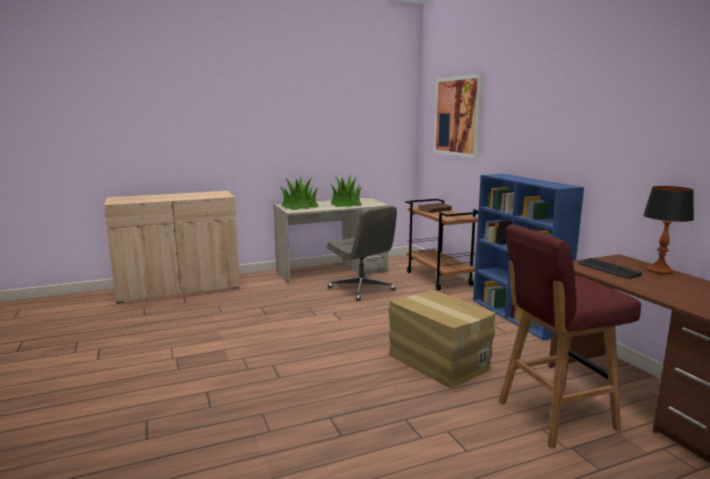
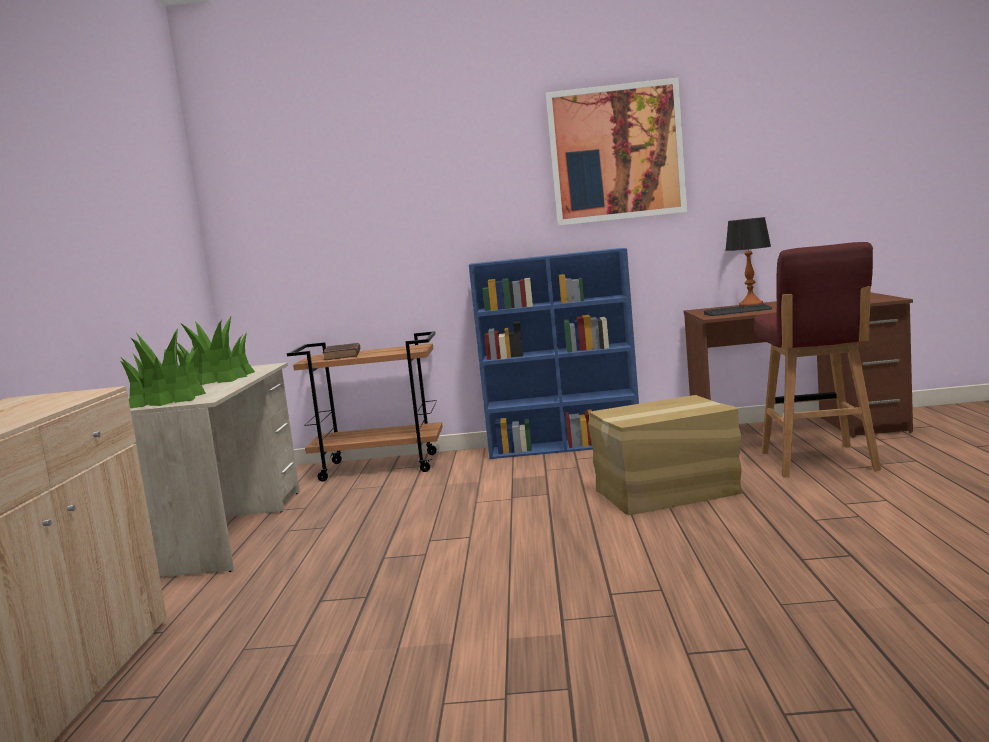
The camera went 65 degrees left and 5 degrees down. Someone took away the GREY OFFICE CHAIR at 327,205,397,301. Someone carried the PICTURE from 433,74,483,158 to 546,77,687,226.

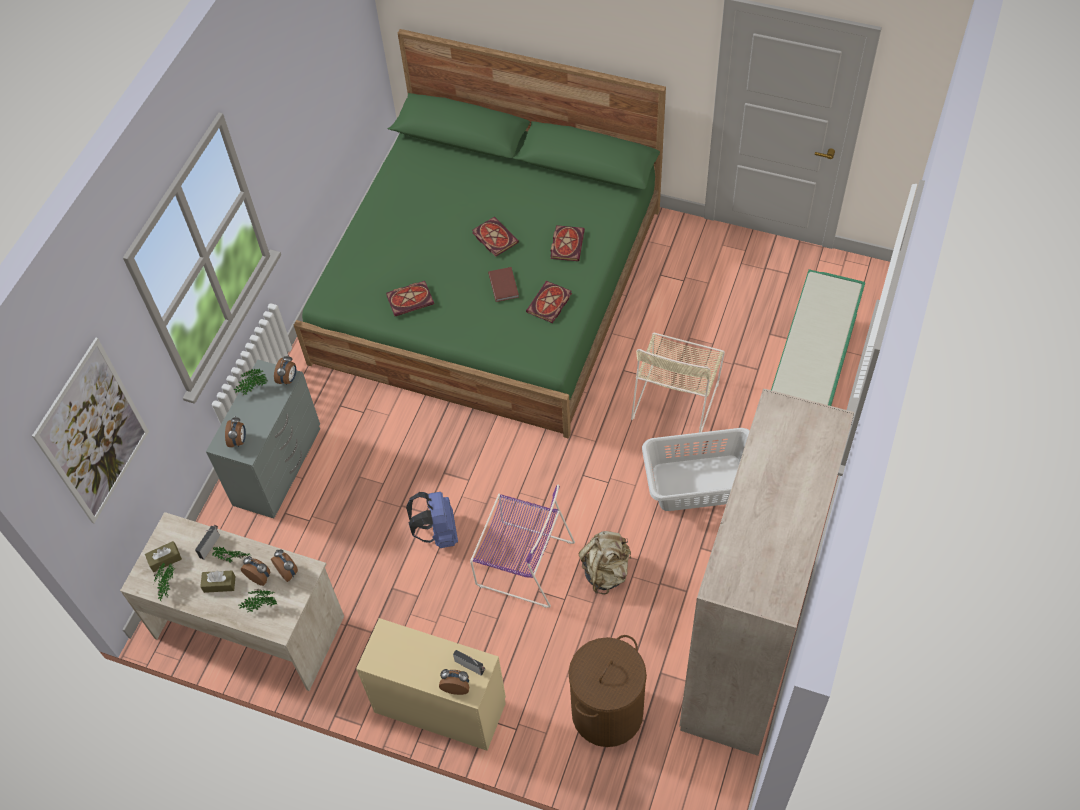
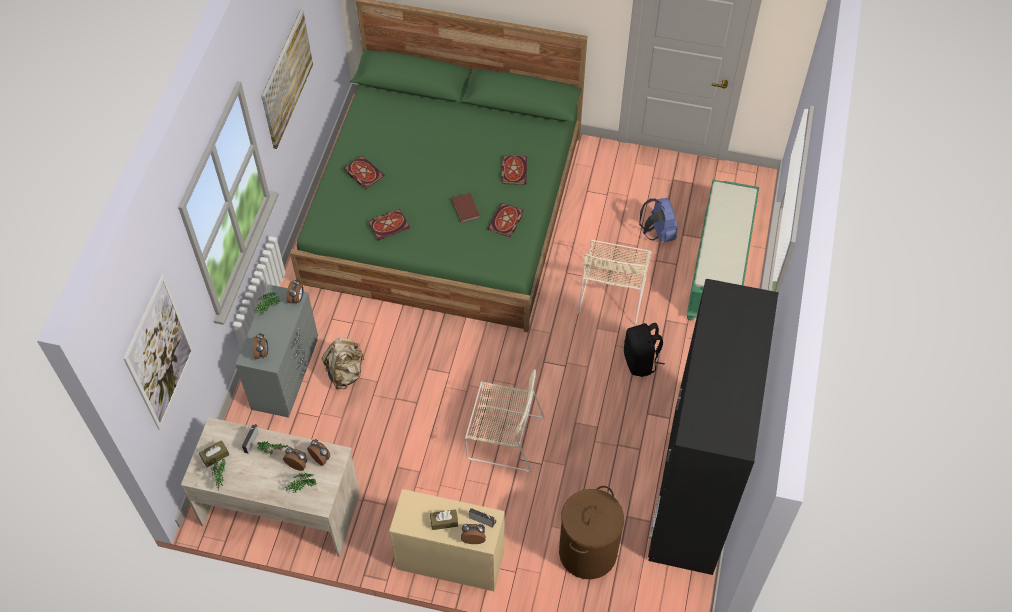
The camera went 10 degrees left and 0 degrees up. Someone carried the BROWN TISSUE BOX from 200,570,236,593 to 430,509,458,530. Someone carried the BLUE BACKPACK from 406,492,458,548 to 639,198,678,242. Someone repainted the PURPLE CHAIR at 470,485,575,608, which became the BEIGE CHAIR at 465,369,544,472. Someone carried the BOOK from 472,217,519,257 to 344,156,385,189. Someone carried the BEIGE BACKPACK from 579,531,631,595 to 322,338,364,389. Someone swapped the GREY LAUNDRY BASKET at 642,428,750,511 for the BLACK BACKPACK at 624,323,665,377. Someone repainted the BEIGE WARDROBE at 679,389,855,756, which became the BLACK WARDROBE at 648,279,779,575. Someone put up the PICTURE at 261,10,313,149.

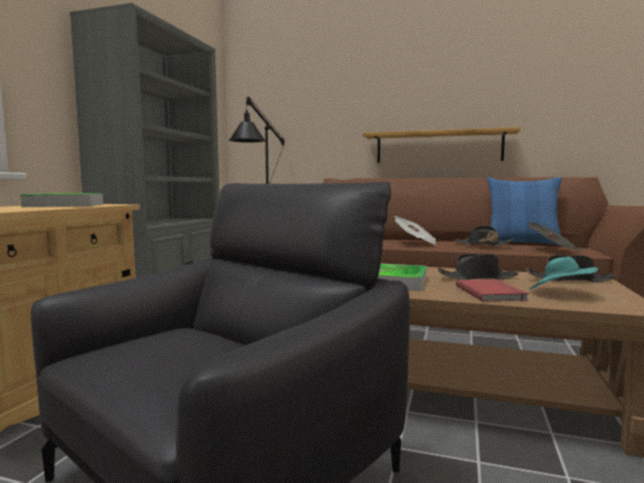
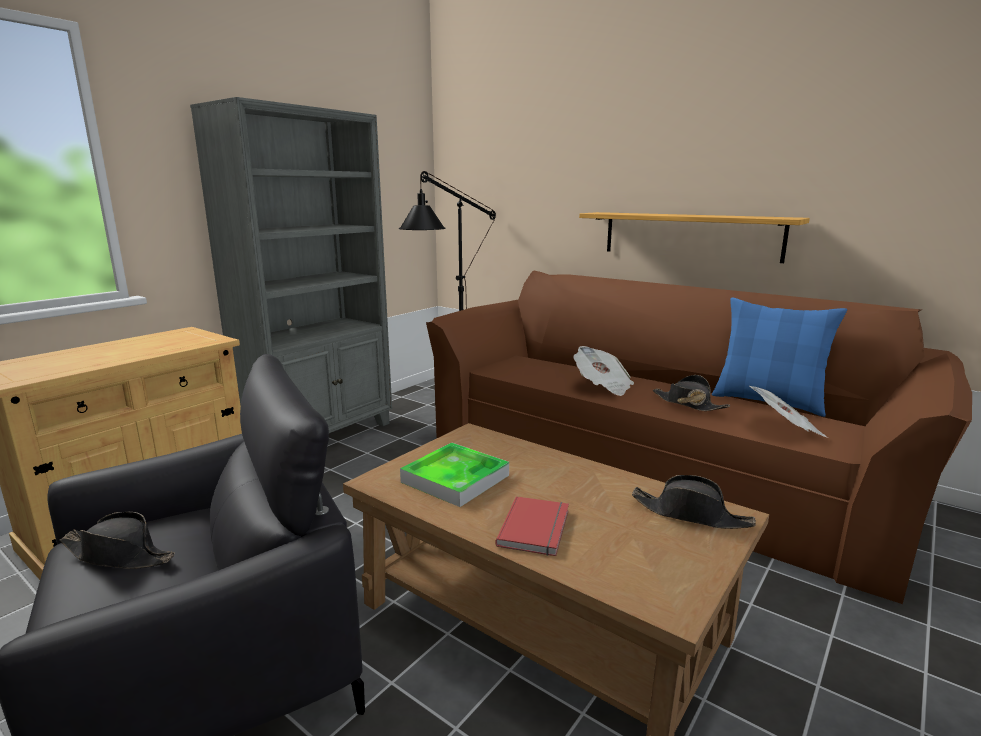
The camera went 20 degrees right and 10 degrees up. Someone took away the TRAY at 20,193,103,207. Someone carried the BLACK HAT from 437,254,518,280 to 60,512,175,569. Someone took away the TURQUOISE HAT at 530,257,598,290.

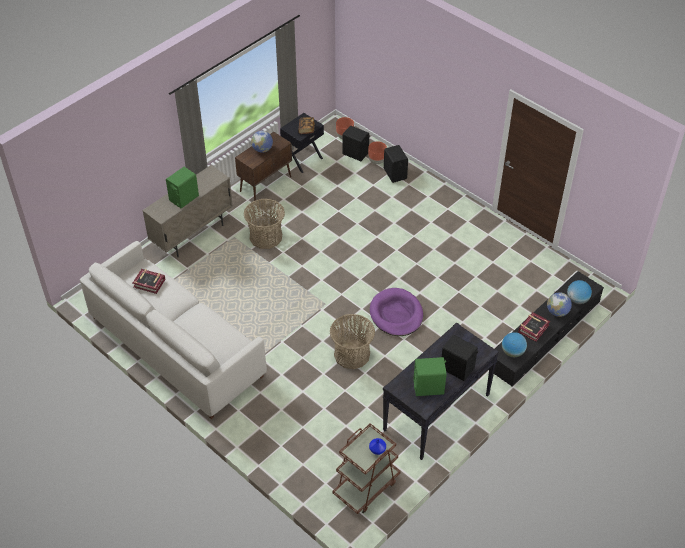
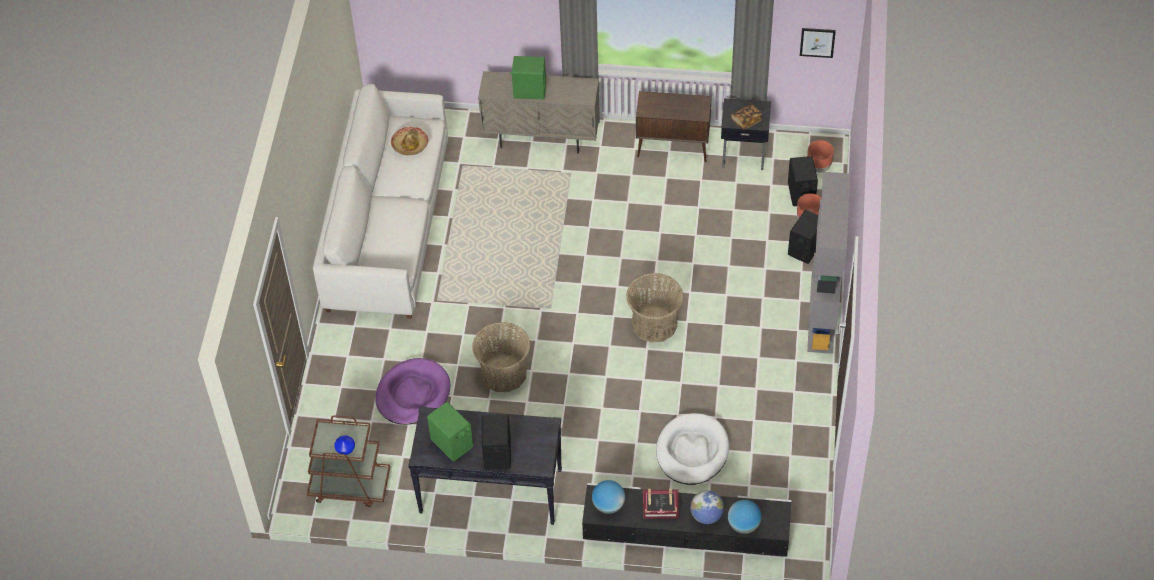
The camera went 55 degrees right and 5 degrees up. Someone swapped the BOOK at 132,269,166,294 for the HAT at 391,127,428,155. Someone carried the BASKET from 244,199,285,249 to 626,273,683,343. Someone took away the GLOBE at 251,131,273,153. Someone carried the PURPLE DOG BED from 370,288,423,336 to 375,358,450,425. Someone put down the WHITE DOG BED at 656,413,729,485. Someone put up the PICTURE at 800,28,836,58. Someone put down the GREY BOOKCASE at 807,172,850,354.

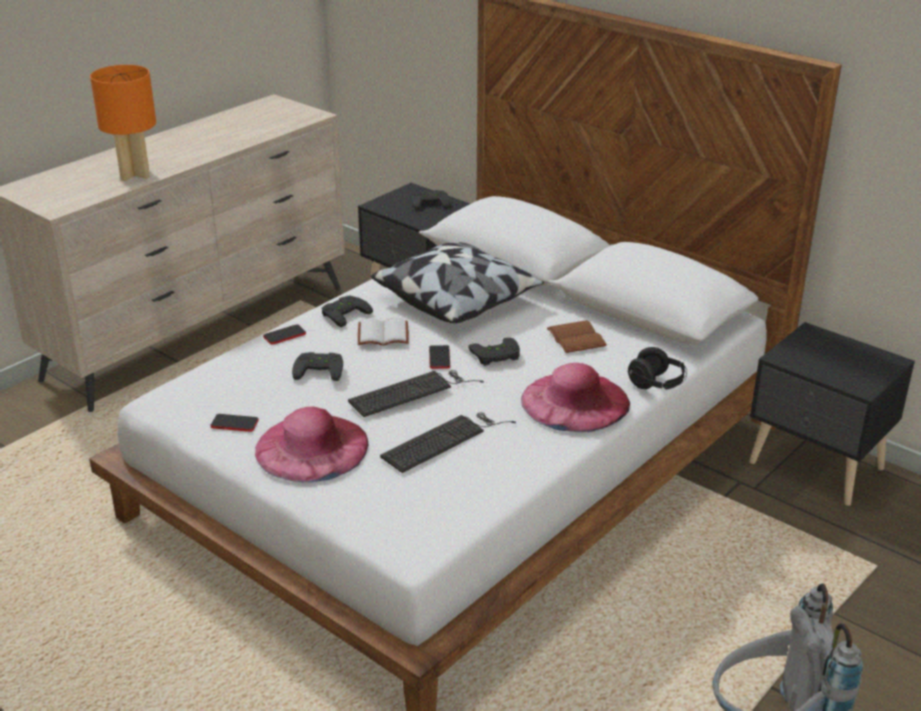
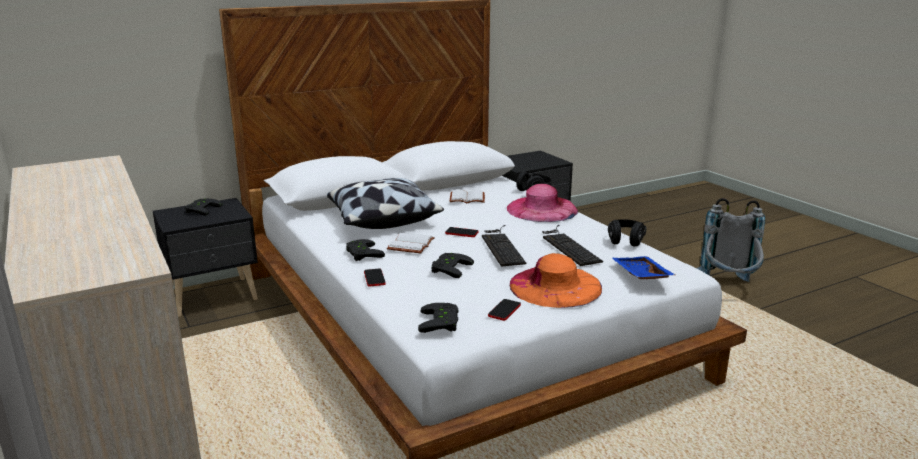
The camera went 70 degrees left and 10 degrees down. Someone took away the ORANGE TABLE LAMP at 90,65,156,181. Someone repainted the PINK HAT at 255,407,368,482, which became the ORANGE HAT at 510,253,602,308. Someone carried the BLACK GAME CONTROLLER from 468,338,520,366 to 418,303,459,333. Someone repainted the BROWN BOOK at 547,320,607,353, which became the WHITE BOOK at 450,189,485,203. Someone put down the BLACK HEADPHONES at 608,219,646,247. Someone put down the BLUE TRAY at 612,256,675,280.

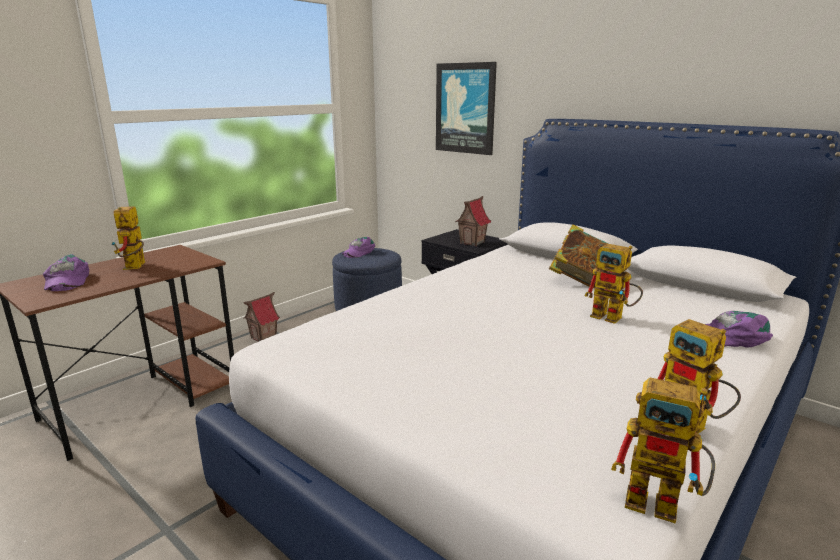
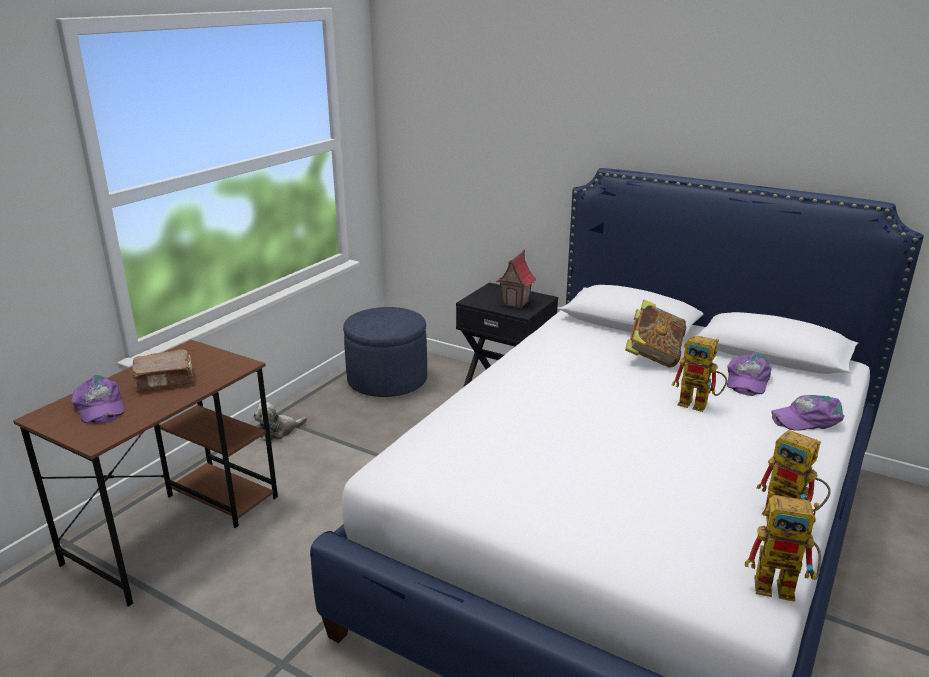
The camera went 10 degrees left and 5 degrees up. Someone swapped the TOY ROBOT at 111,206,145,270 for the BROWN BOOK at 132,349,193,390. Someone swapped the TOY HOUSE at 244,292,280,342 for the PLUSH TOY at 253,402,307,441. Someone carried the PURPLE CAP from 342,237,375,258 to 727,352,771,396. Someone took away the PICTURE at 436,62,497,155.

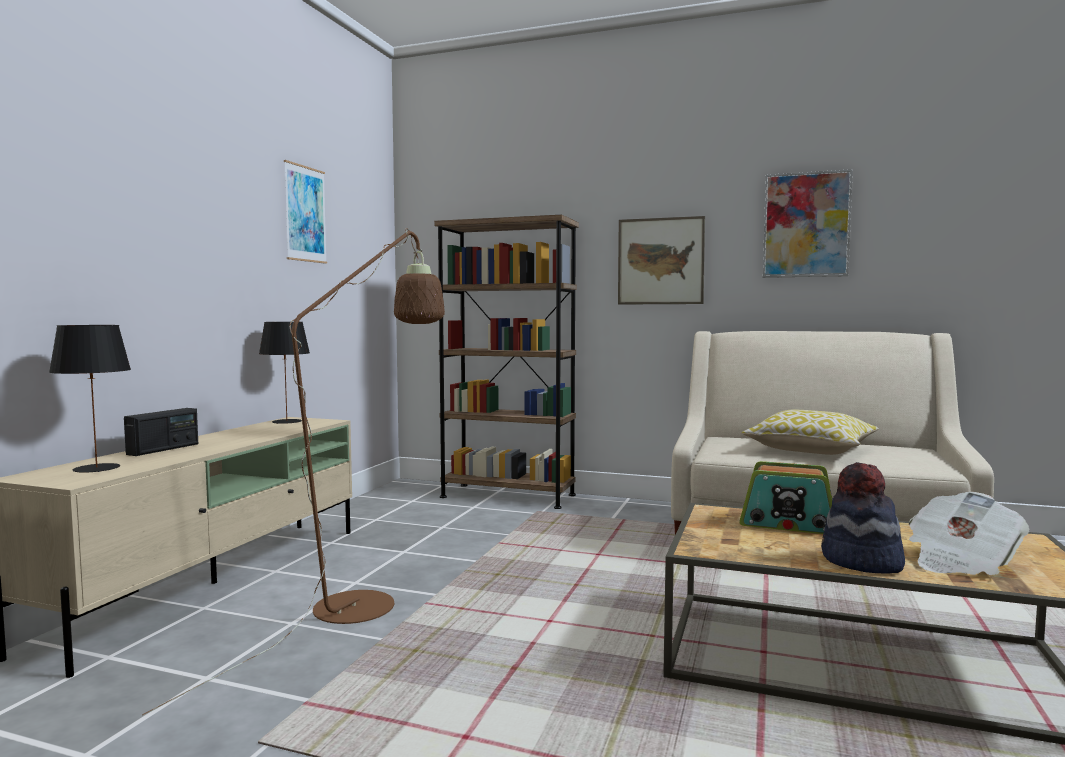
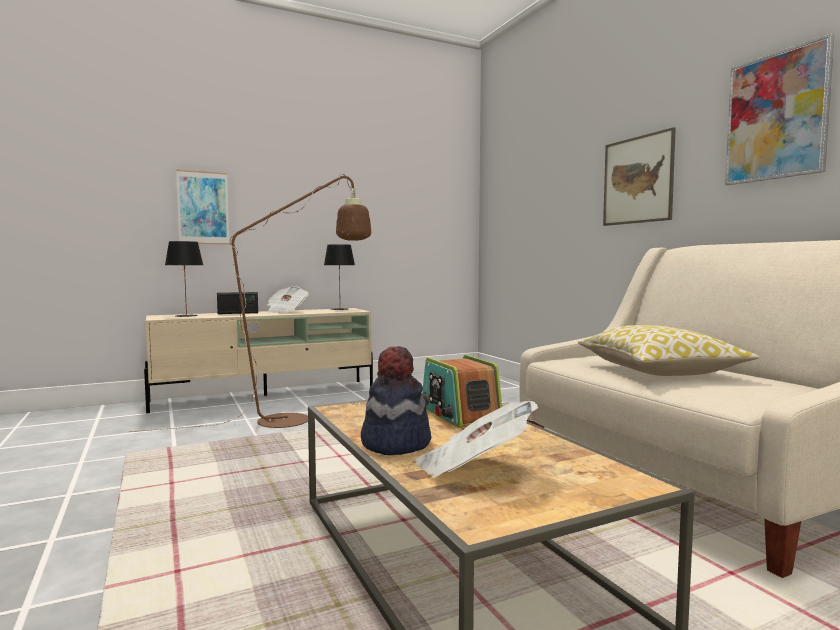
The camera went 45 degrees right and 0 degrees up. Someone carried the PICTURE from 284,160,327,264 to 176,169,229,245. Someone took away the BROWN BOOKCASE at 434,215,579,509. Someone put down the NEWSPAPER at 267,286,309,313.

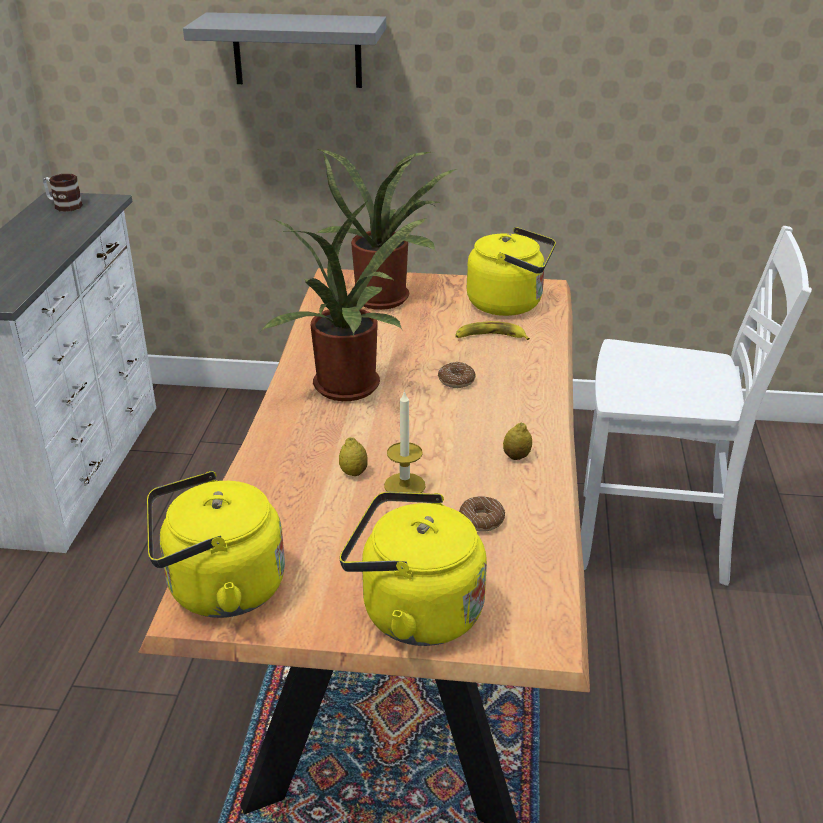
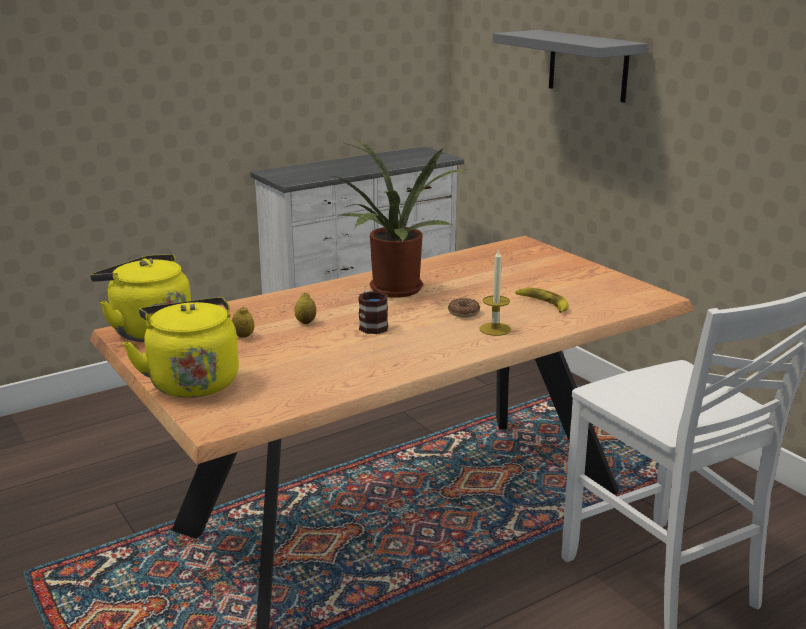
The camera went 50 degrees right and 10 degrees down. Someone carried the MUG from 43,174,83,211 to 358,291,388,334. Someone took away the POTTED PLANT at 317,149,457,310. Someone carried the CANDLE from 384,390,425,493 to 479,248,511,336. Someone took away the DONUT at 459,496,505,532. Someone took away the YELLOW KETTLE at 467,227,556,316. Someone carried the LEMON from 503,422,532,460 to 232,306,254,338.

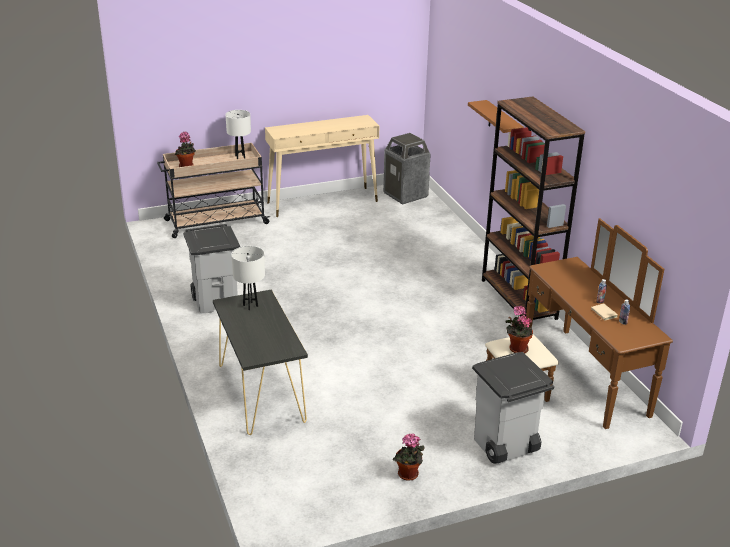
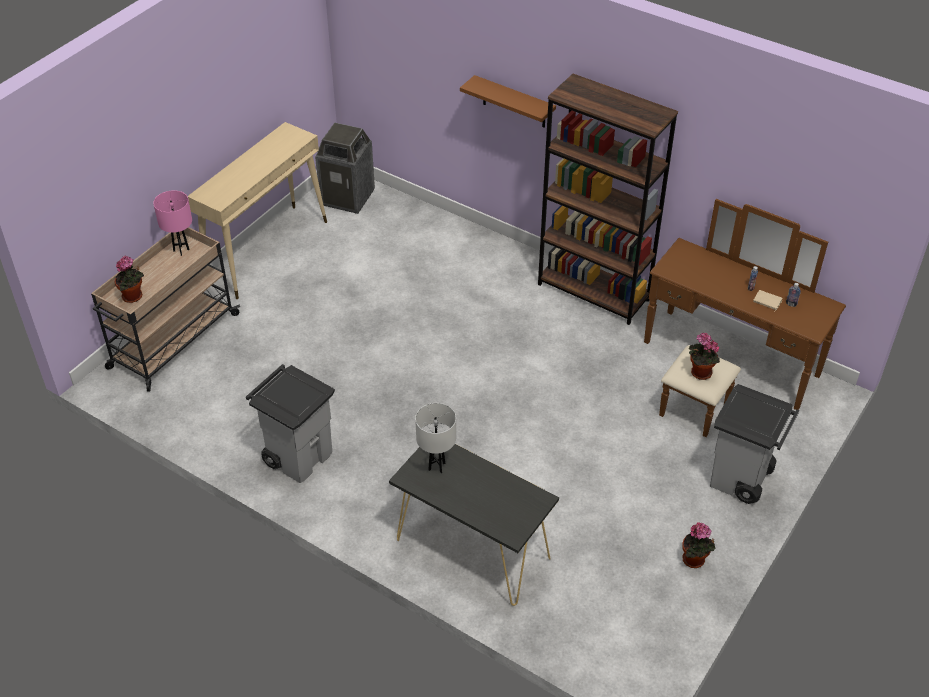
The camera went 35 degrees left and 15 degrees up. Someone repainted the WHITE TABLE LAMP at 225,110,251,159, which became the PINK TABLE LAMP at 153,190,192,256.

